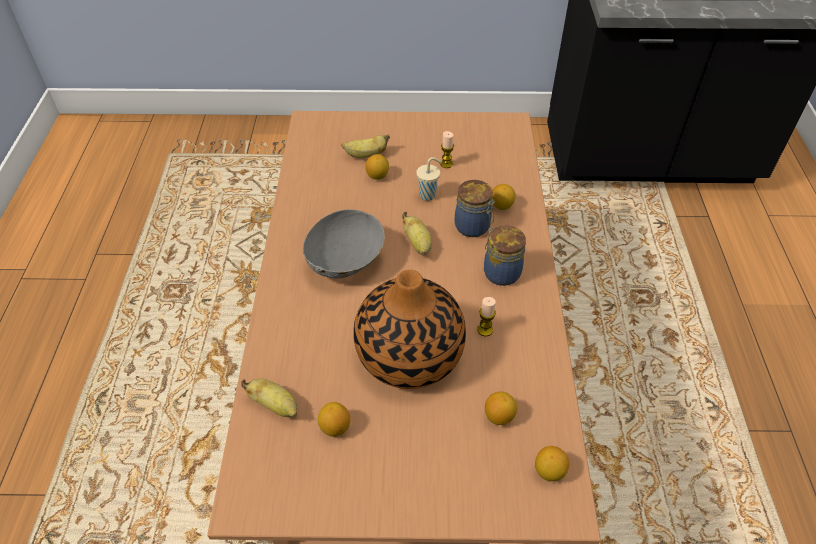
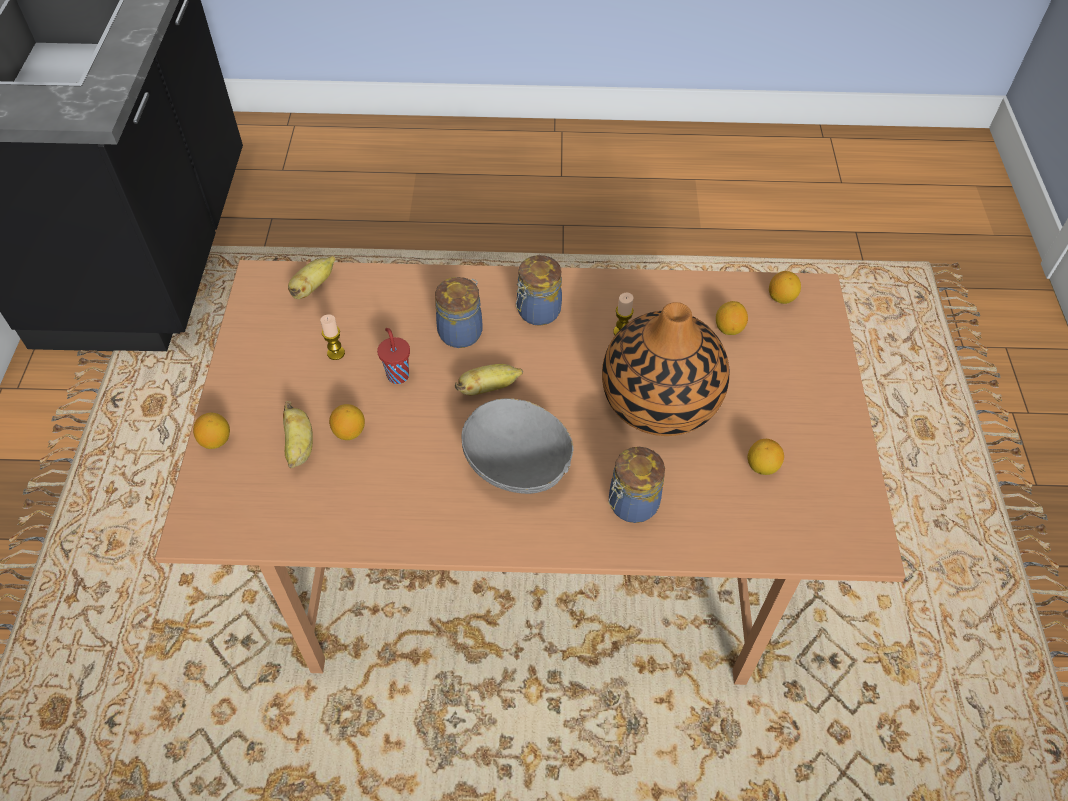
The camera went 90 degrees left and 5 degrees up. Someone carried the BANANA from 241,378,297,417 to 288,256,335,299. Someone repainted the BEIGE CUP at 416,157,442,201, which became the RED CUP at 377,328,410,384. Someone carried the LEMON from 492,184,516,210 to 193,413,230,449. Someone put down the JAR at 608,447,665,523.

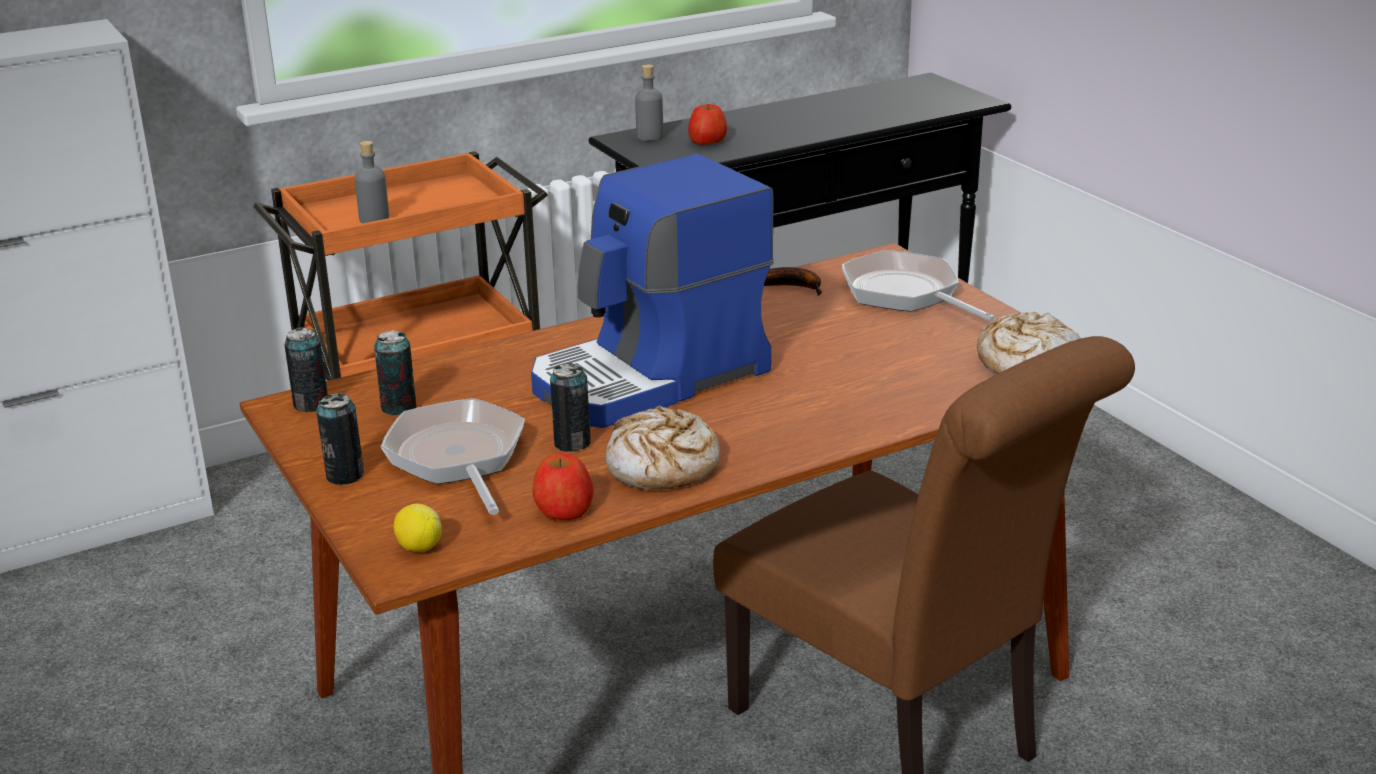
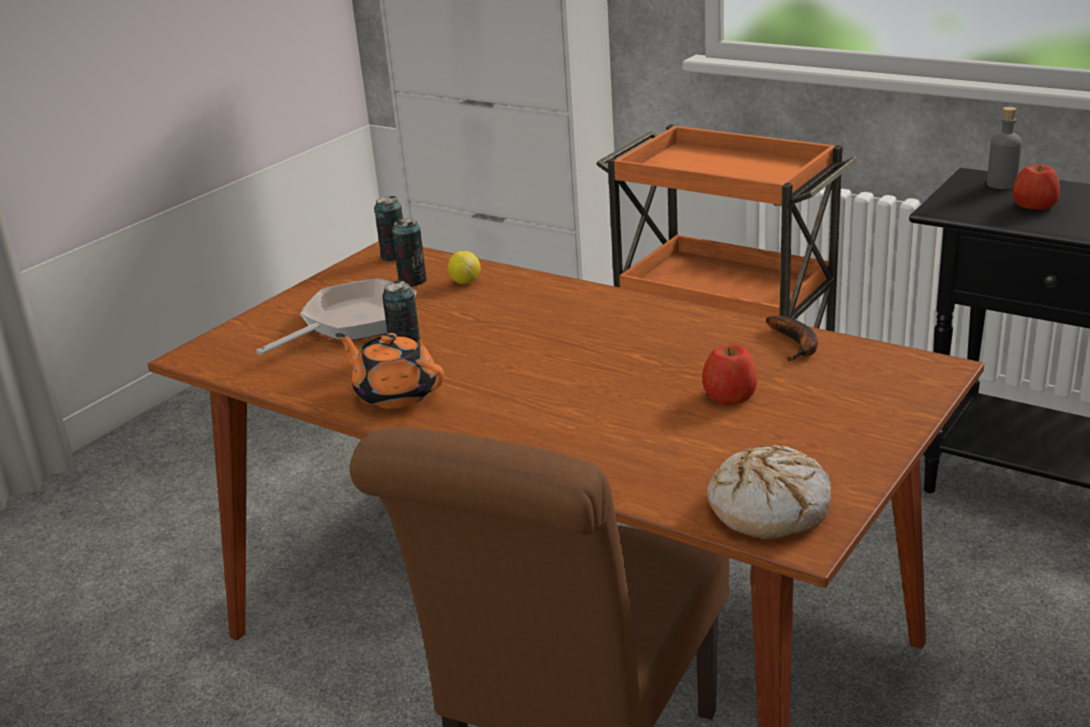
The camera went 65 degrees right and 0 degrees up. Someone took away the CAN at 316,393,365,485. Someone took away the GREY BOTTLE at 355,141,389,223. Someone carried the LEMON from 394,504,442,552 to 448,251,481,284. Someone took away the COFFEE MACHINE at 531,153,774,428. Someone carried the APPLE from 533,453,594,520 to 702,344,757,404. Someone swapped the BREAD at 606,406,720,490 for the ORANGE TEAPOT at 335,333,444,409. Someone took away the FRYING PAN at 842,250,995,321.

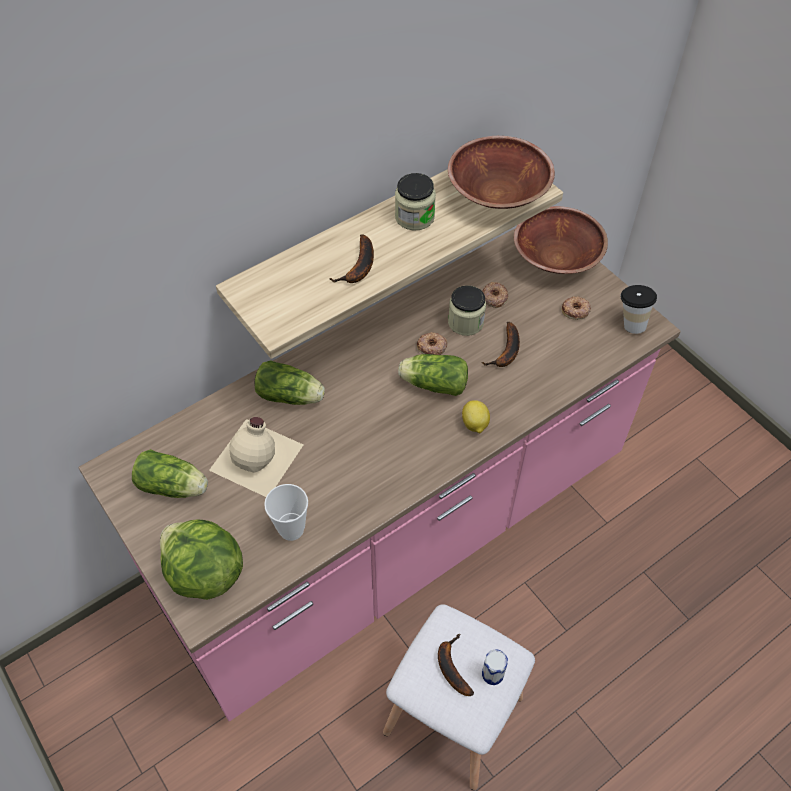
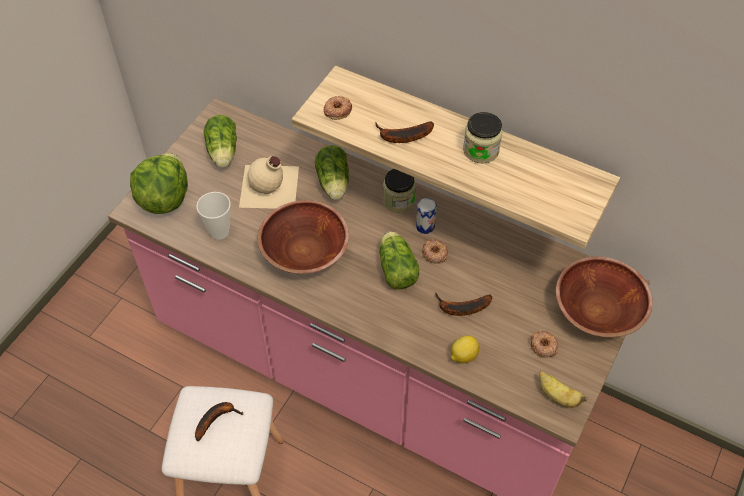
The camera went 65 degrees right and 0 degrees up. Someone carried the BROWN BOWL from 448,136,555,209 to 258,200,349,274. Someone carried the JAR from 448,285,486,336 to 383,169,416,213. Someone carried the LEMON from 462,400,490,433 to 451,335,479,363. Someone carried the DONUT from 482,282,509,308 to 324,96,352,120. Someone carried the CAN from 482,649,508,685 to 416,198,437,234. Someone swapped the CUP at 621,285,657,334 for the BANANA at 539,371,587,408.

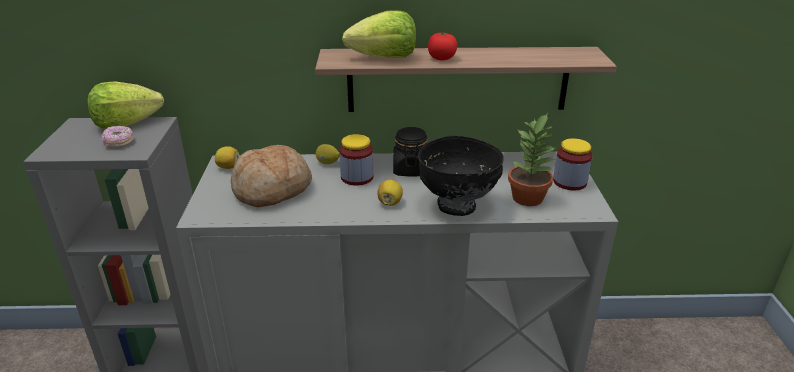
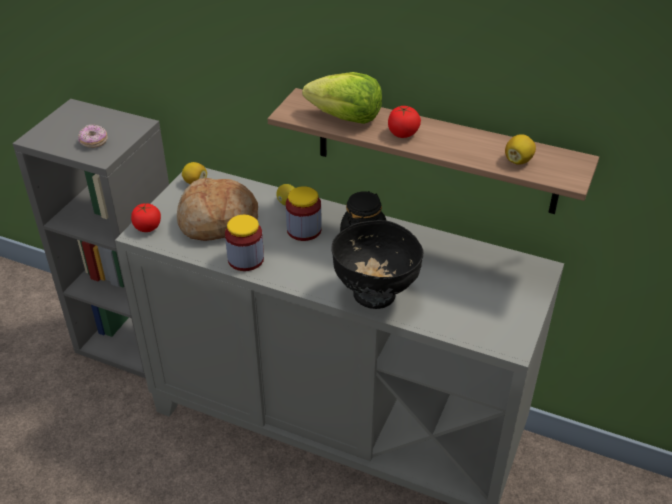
The camera went 25 degrees right and 10 degrees up. Someone took away the LETTUCE at 88,81,164,129. Someone carried the LEMON from 377,180,403,206 to 505,134,536,165. Someone took away the POTTED PLANT at 508,113,556,206. Someone carried the JAR from 553,138,593,191 to 225,215,264,271. Someone put down the TOMATO at 131,203,161,232.

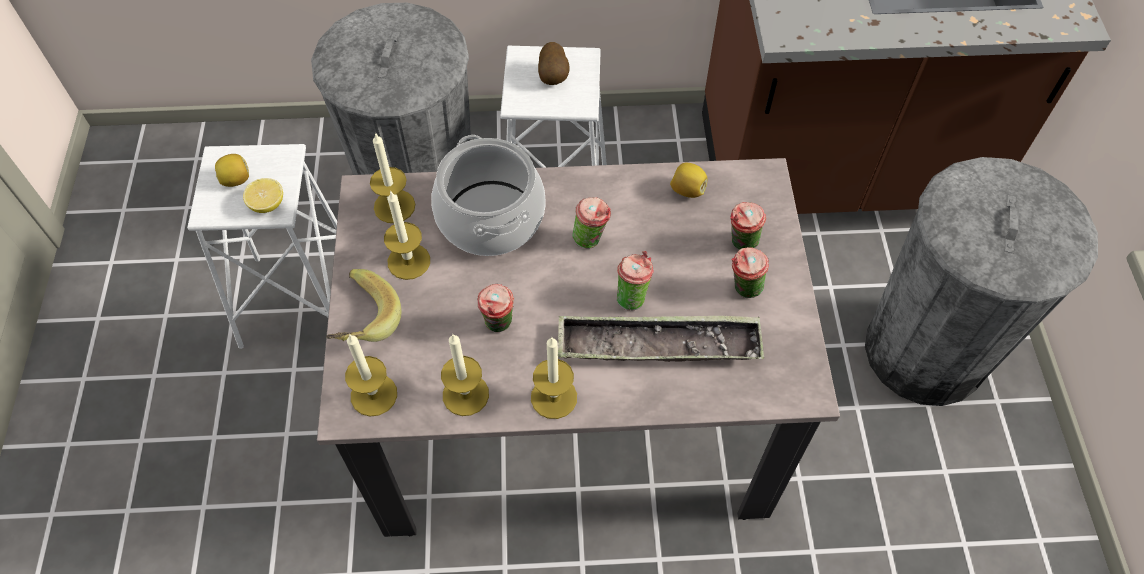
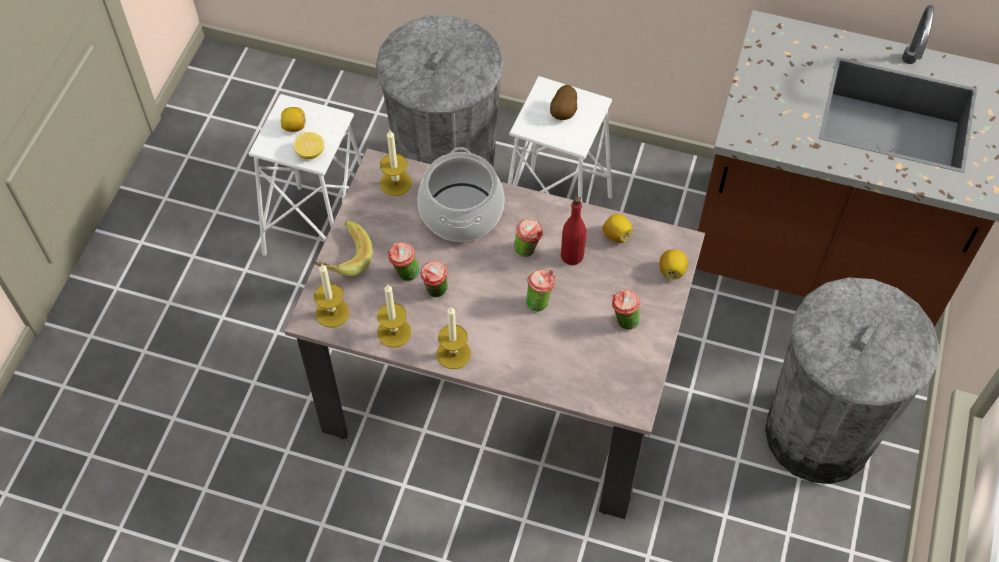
The camera went 20 degrees right and 0 degrees up. Someone took away the CANDLE at 384,191,430,280. Someone took away the TRAY at 558,315,764,362. Someone carried the CUP from 730,202,766,250 to 387,242,419,281. Someone put down the RED BOTTLE at 561,196,587,265. Someone put down the LEMON at 660,249,688,280.

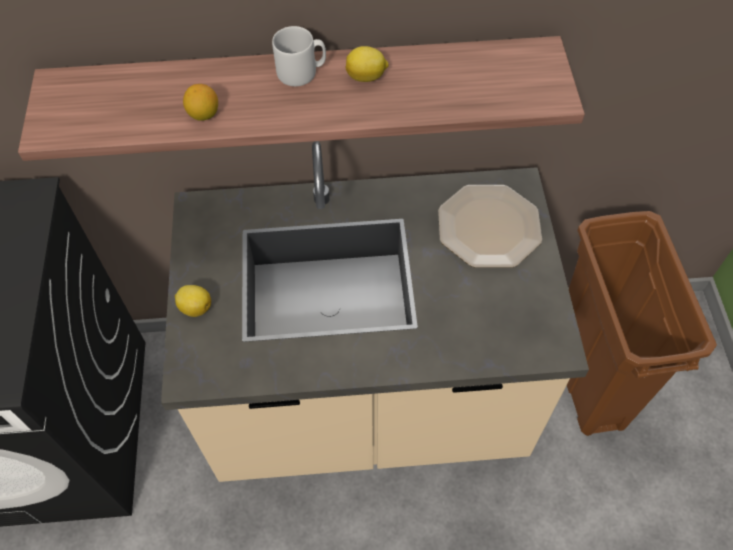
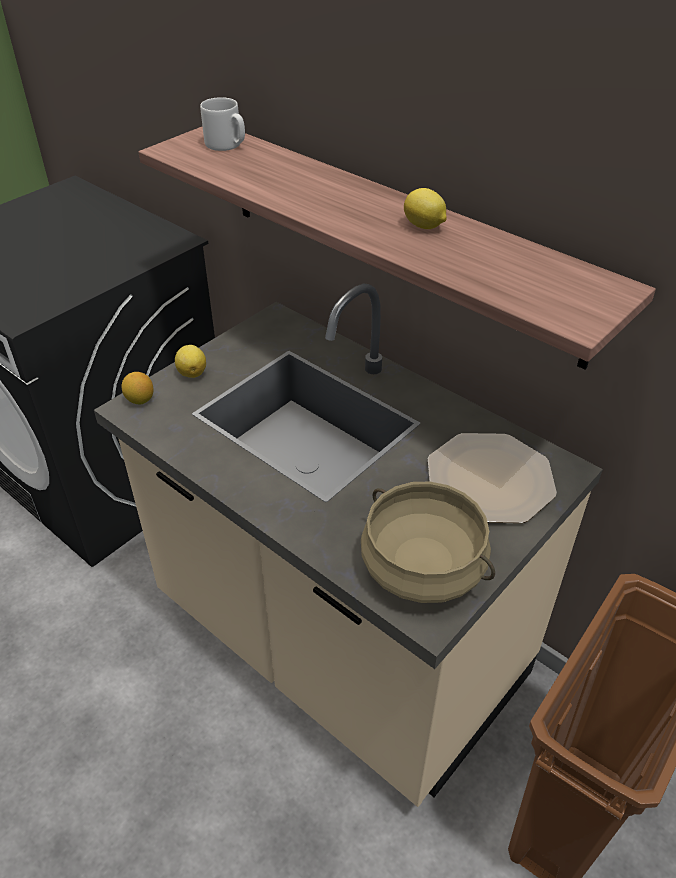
The camera went 45 degrees right and 15 degrees down. Someone carried the LEMON from 183,84,218,121 to 122,372,153,405. Someone carried the GREY MUG from 272,26,326,86 to 200,97,245,151. Someone put down the BEIGE COOKING POT at 361,482,495,603.

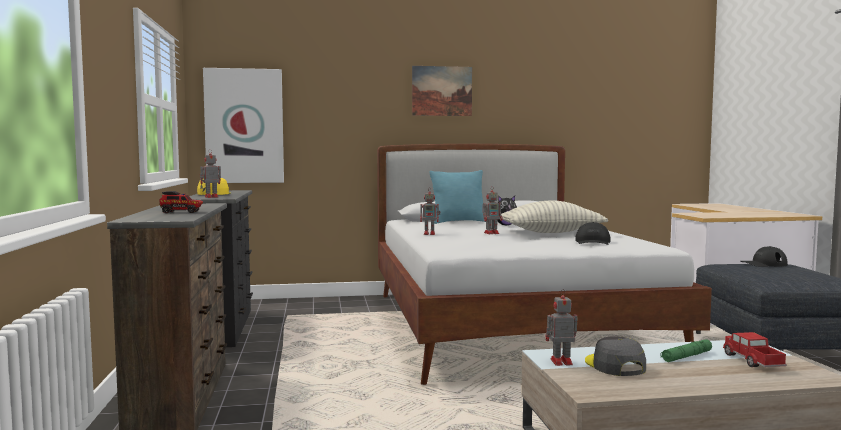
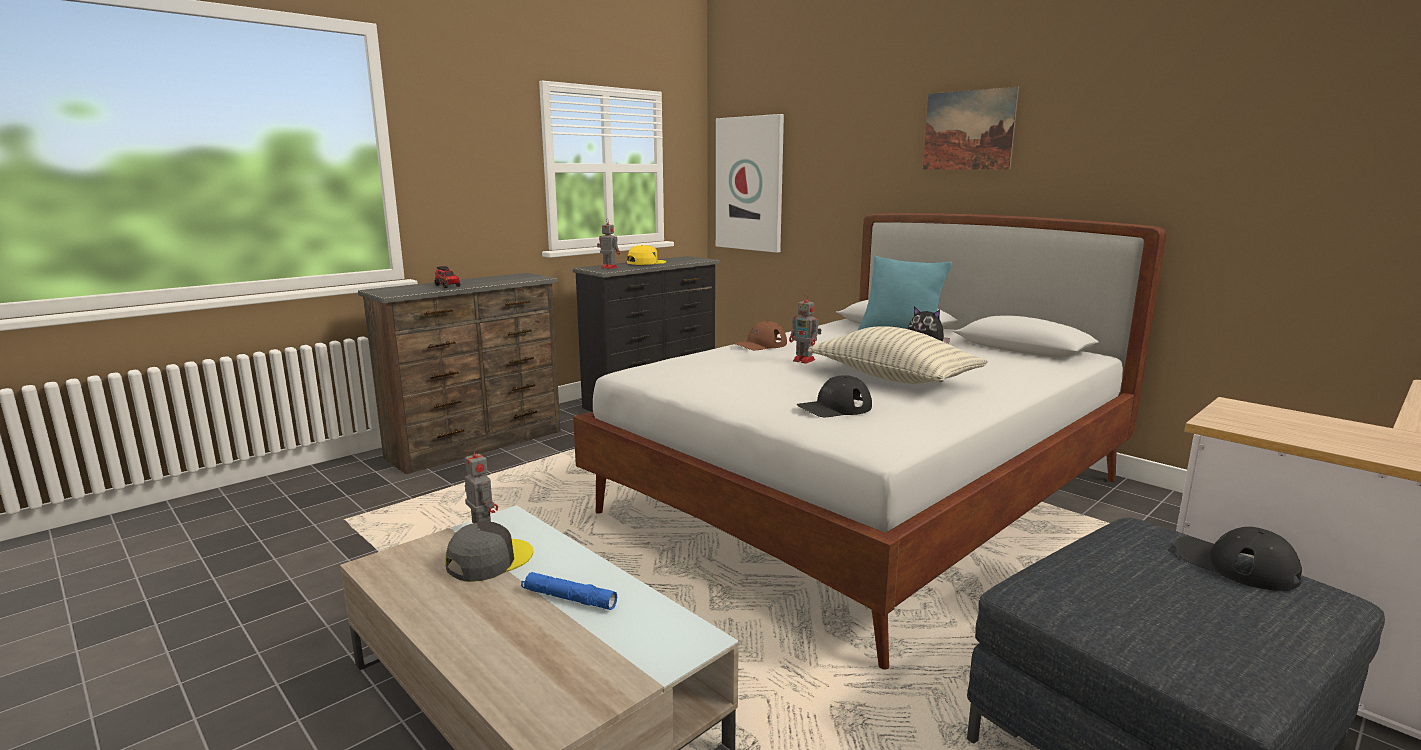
The camera went 55 degrees right and 10 degrees up. Someone swapped the TOY ROBOT at 420,188,440,235 for the BROWN CAP at 733,321,787,350. Someone repainted the GREEN FLASHLIGHT at 660,339,712,362, which became the BLUE FLASHLIGHT at 521,572,617,610. Someone took away the TOY TRUCK at 723,332,787,367.

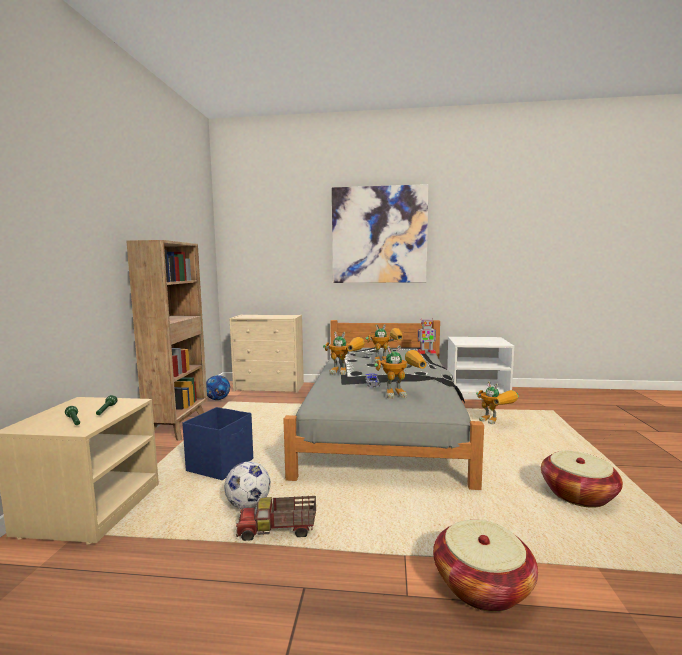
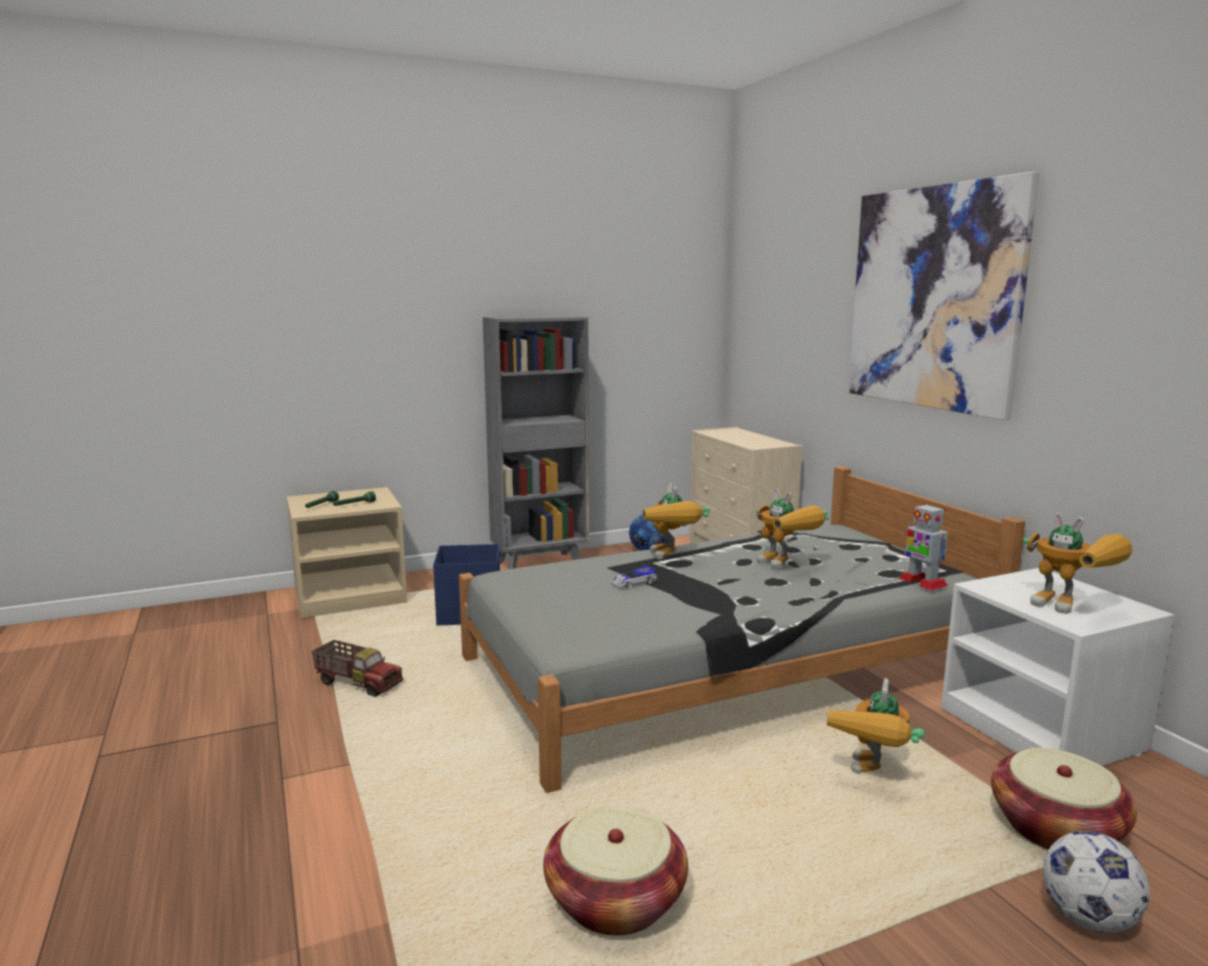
The camera went 60 degrees right and 5 degrees up. Someone repainted the BROWN BOOKCASE at 126,240,207,441, which became the GREY BOOKCASE at 483,316,589,569. Someone carried the FOOTBALL from 224,461,271,509 to 1043,831,1150,933. Someone rotated the TOY TRUCK at 236,496,316,541 by 150 degrees clockwise. Someone carried the TOY ROBOT from 374,345,427,399 to 1023,513,1133,614. Someone carried the BASKET from 433,520,538,612 to 991,748,1137,850.

